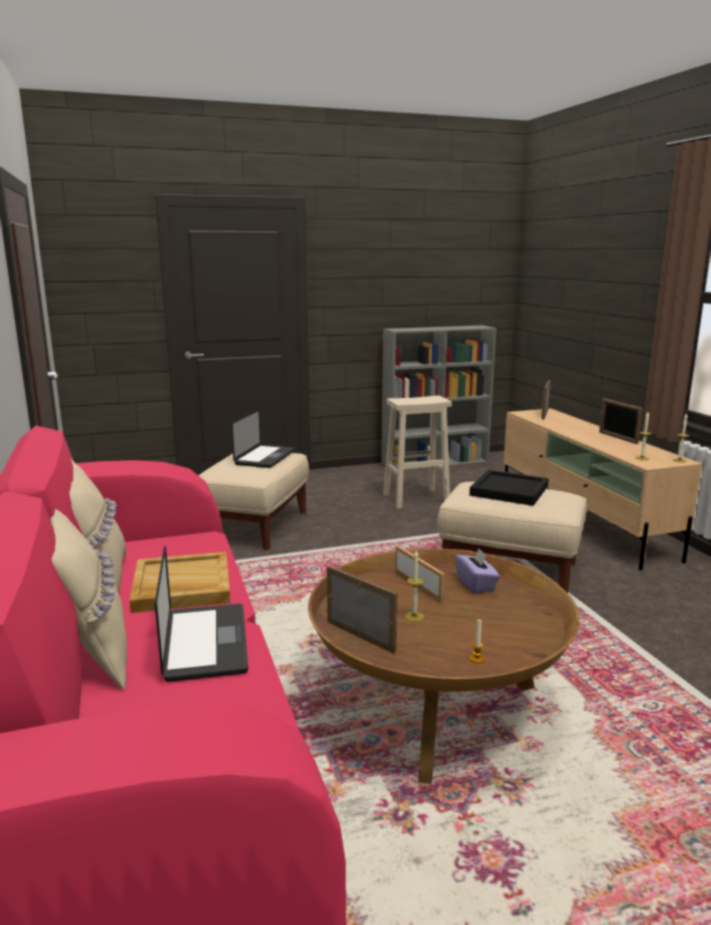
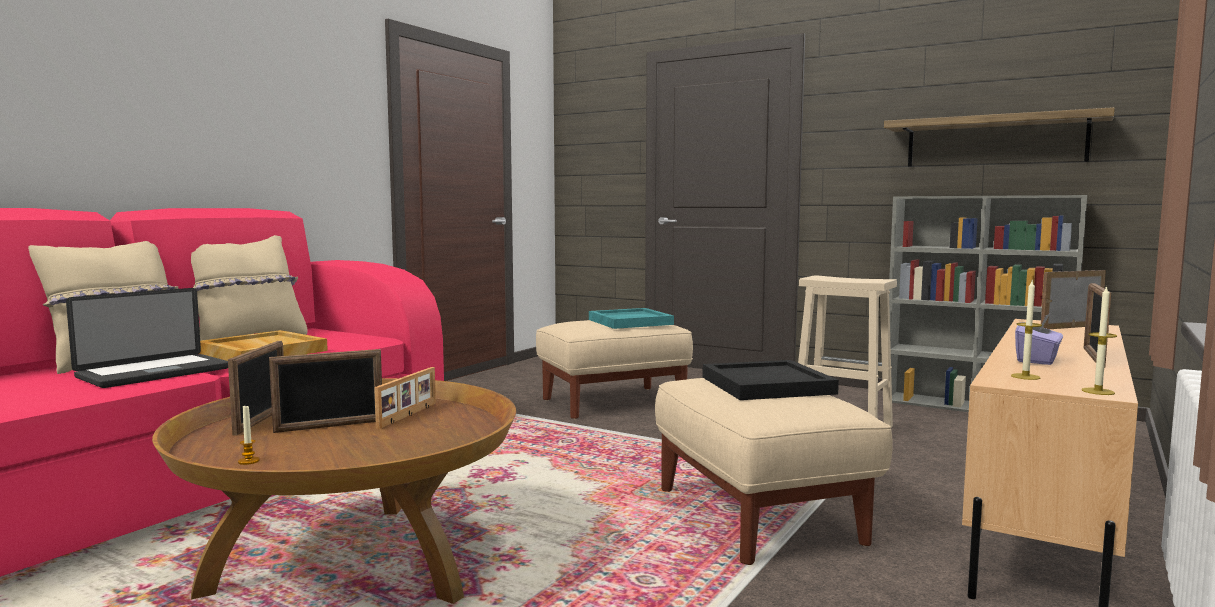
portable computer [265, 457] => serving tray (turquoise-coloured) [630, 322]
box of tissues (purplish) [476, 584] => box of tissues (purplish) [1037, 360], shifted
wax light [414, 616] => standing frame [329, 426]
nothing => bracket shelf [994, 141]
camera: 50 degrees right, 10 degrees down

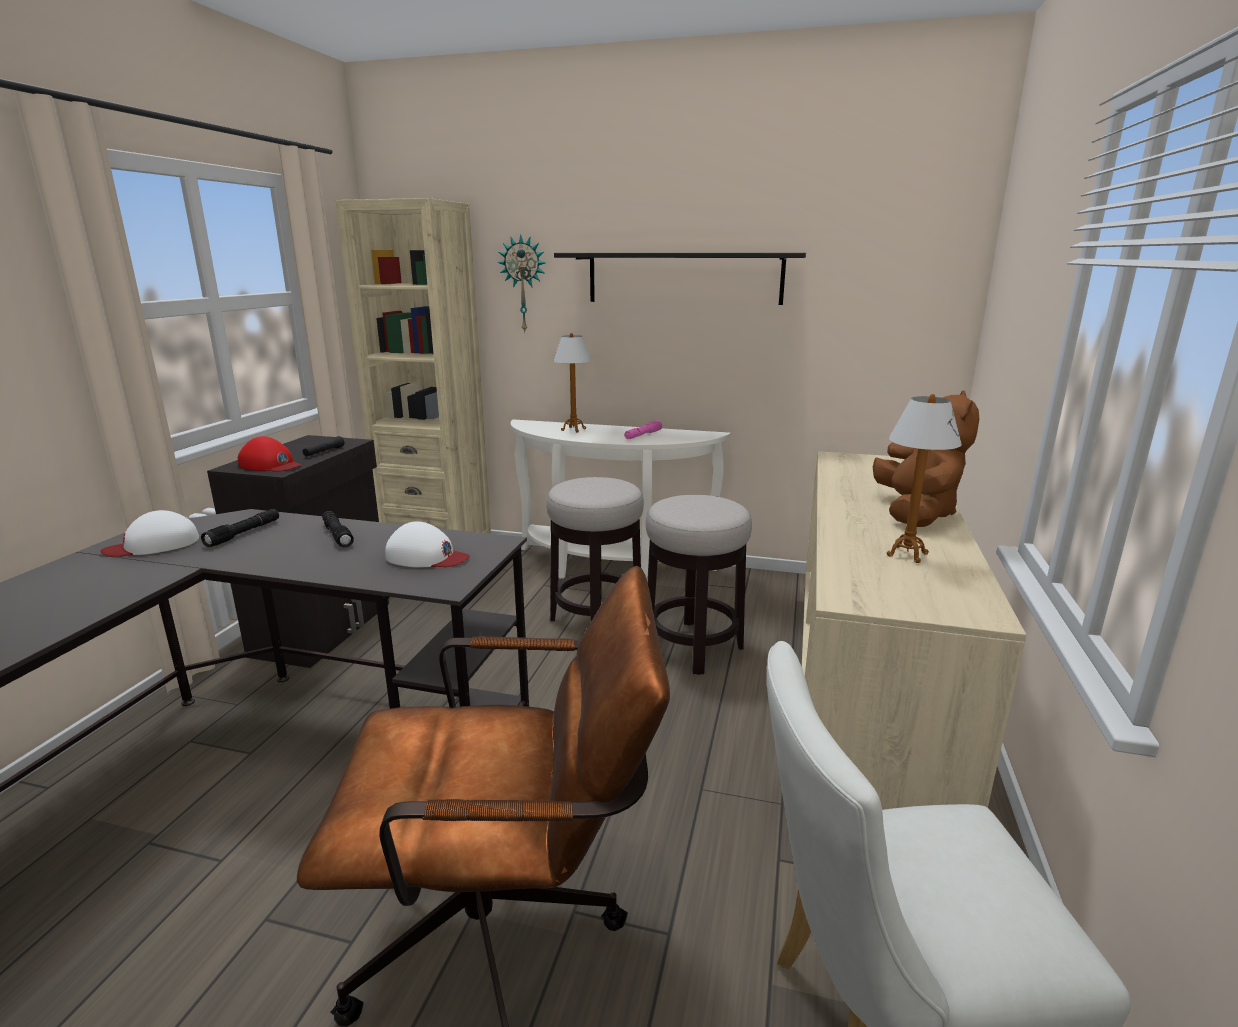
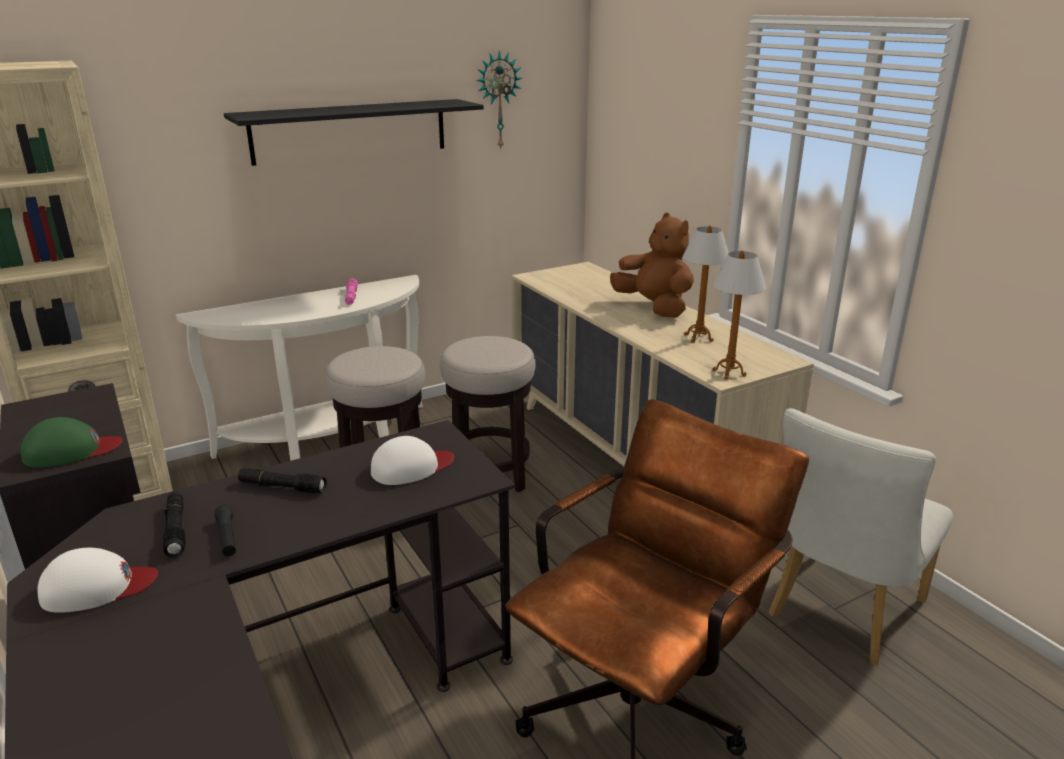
wall clock [524, 284] => wall clock [498, 101], shifted
table lamp [573, 430] => table lamp [729, 373], shifted
peaked cap (reddish) [270, 465] => peaked cap (greenish) [71, 451]
torch (black) [324, 452] => torch (black) [227, 538], shifted
peaked cap (whitish) [154, 545] => peaked cap (whitish) [97, 587], 120 degrees counterclockwise
camera: 45 degrees left, 5 degrees up

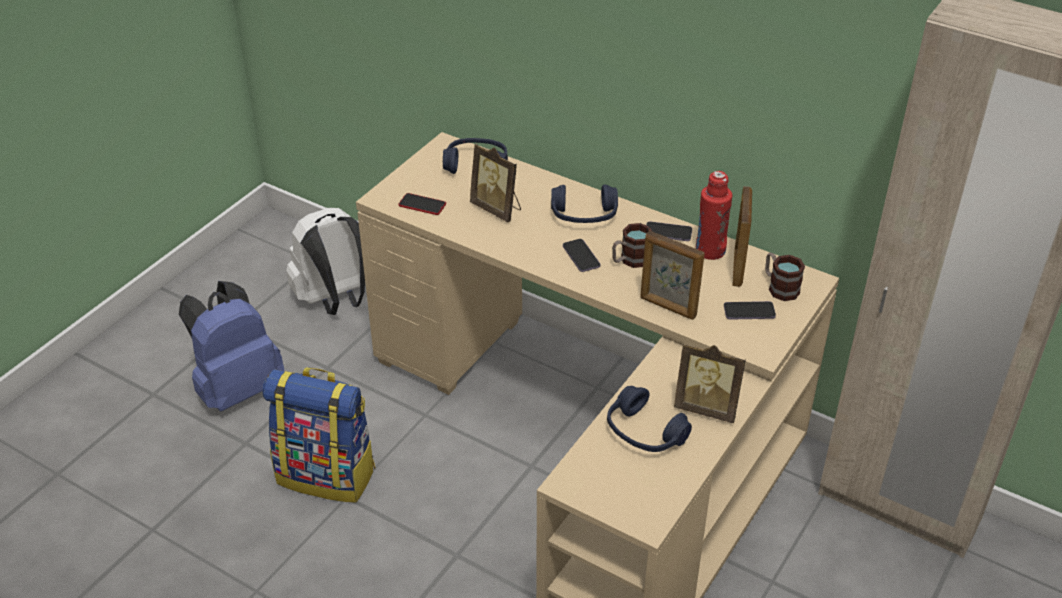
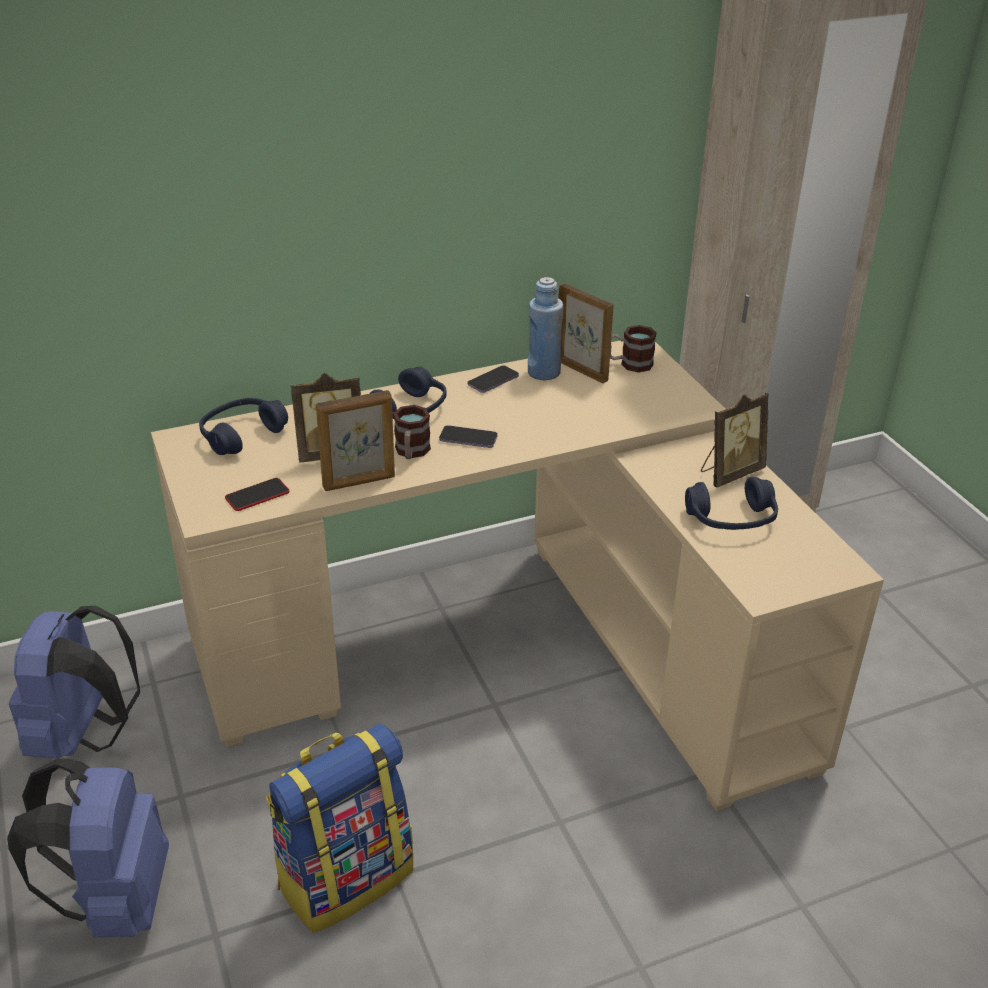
drink bottle (reddish) [710, 251] => drink bottle (bluish) [543, 372]
rucksack (whitish) [335, 300] => rucksack (bluish) [83, 735]
tea mug [630, 260] => tea mug [411, 452], shifted
standing frame [667, 307] => standing frame [359, 482], shifted
telephone [749, 312] => nothing
camera: 55 degrees left, 5 degrees down

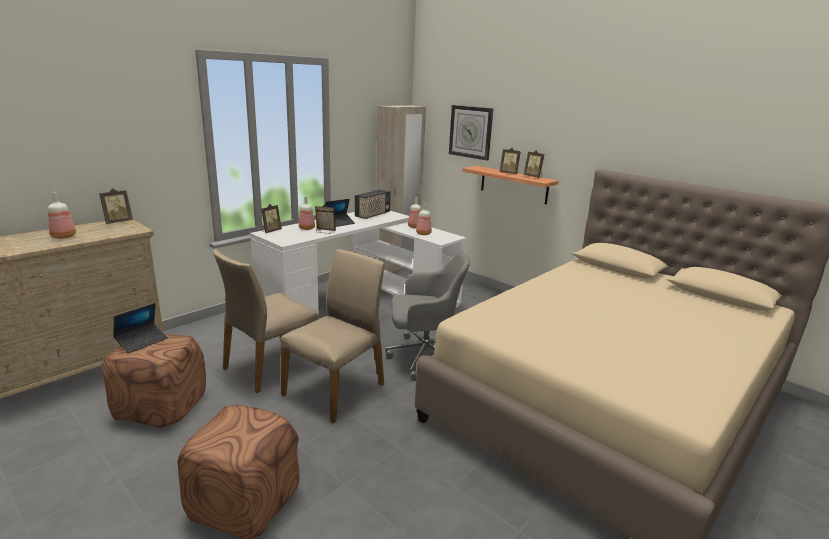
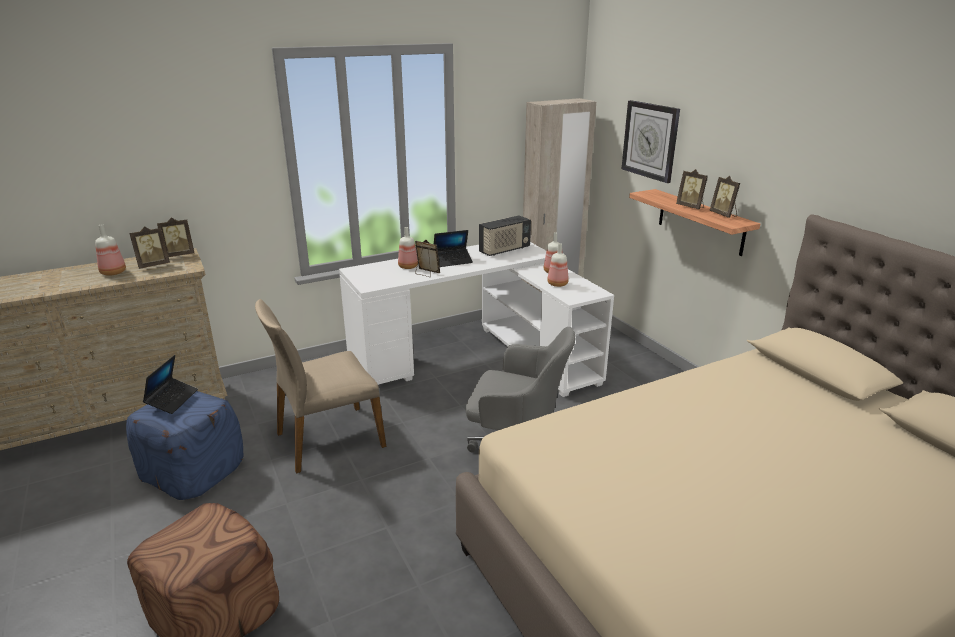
standing frame [270, 231] => standing frame [153, 265], shifted
chair (beige-coloured) [336, 389] => nothing
portable computer [142, 341] => portable computer [172, 400], 45 degrees counterclockwise
footrest (brown) [161, 406] => footrest (bluish) [193, 472]
camera: 20 degrees right, 5 degrees up

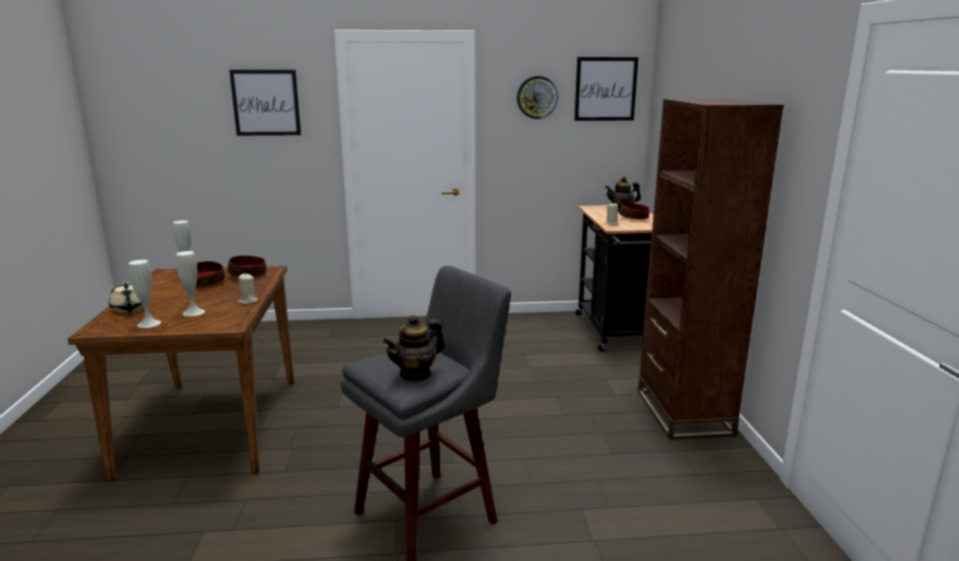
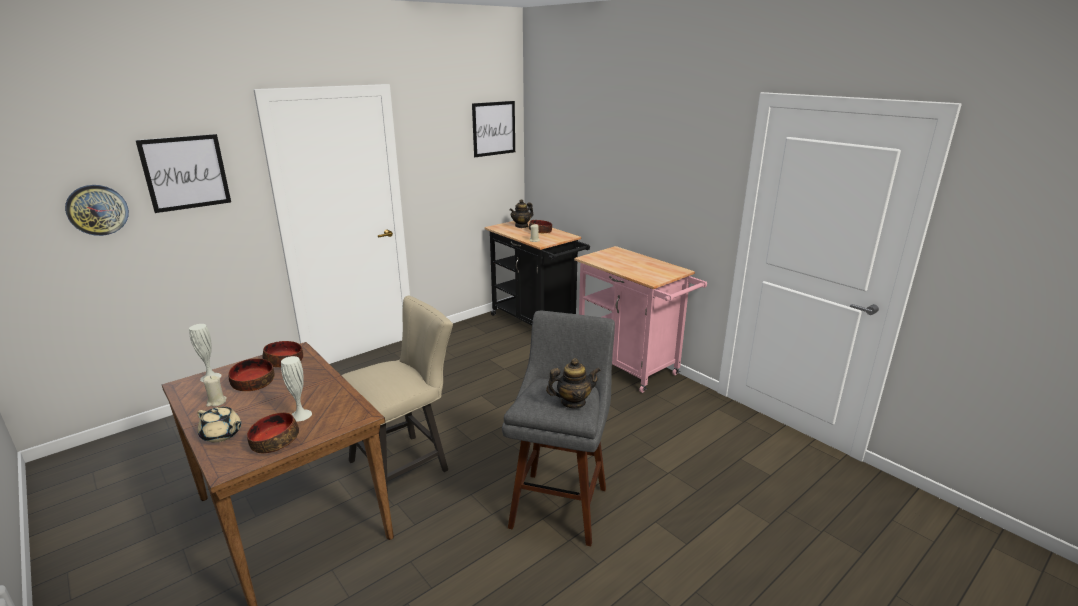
wall clock [537, 97] => wall clock [97, 210], shifted
shelving unit (brown) [683, 412] => cart (pinkish) [631, 368]
flower vase (whitish) [149, 323] => deep dish [275, 441]
wax light (beige-coloured) [248, 301] => wax light (beige-coloured) [216, 402], shifted
teapot [416, 374] => teapot [573, 402], 120 degrees counterclockwise
nothing => chair (beige-coloured) [405, 464]
camera: 35 degrees left, 5 degrees up

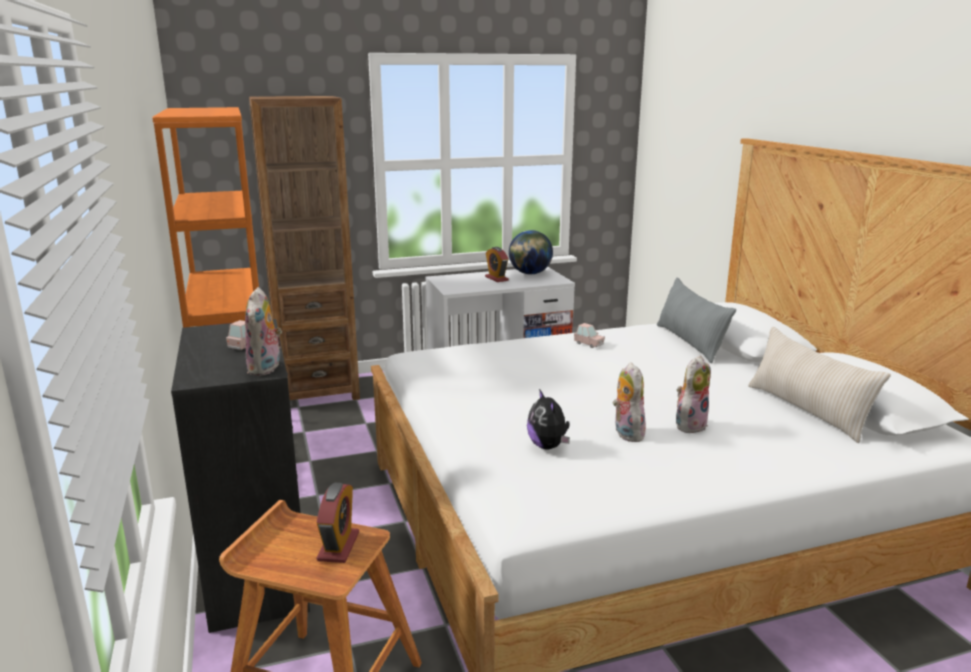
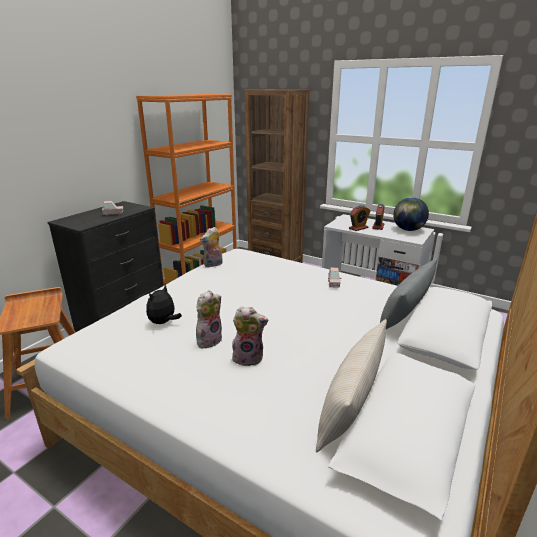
cuddly toy [266, 369] => cuddly toy [213, 265], shifted
bedside clock [338, 546] => bedside clock [358, 228], shifted
camera: 50 degrees right, 5 degrees up

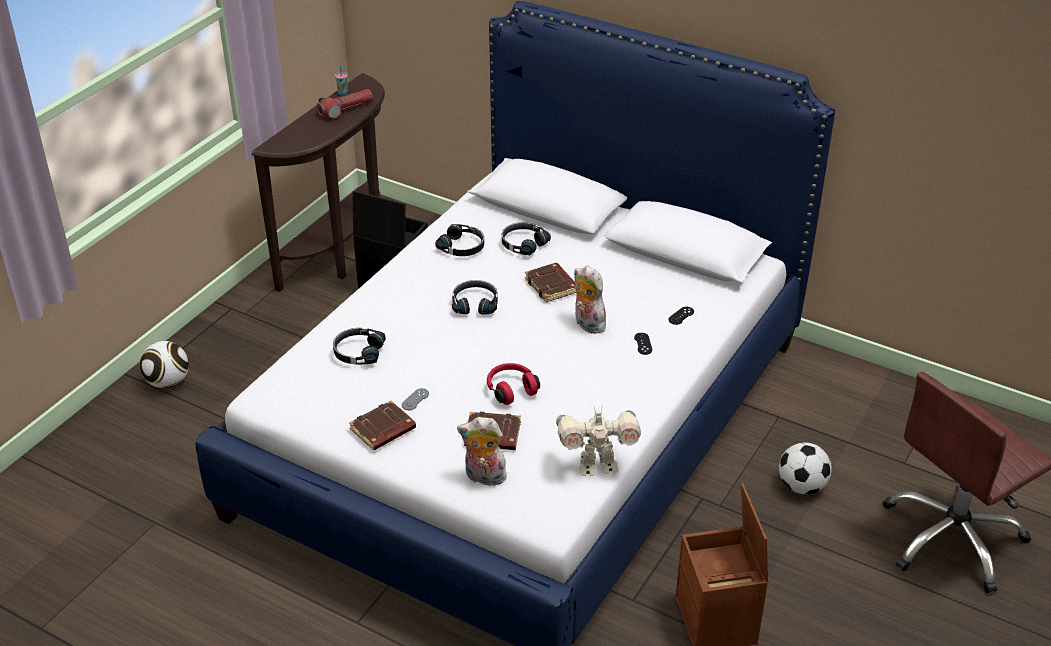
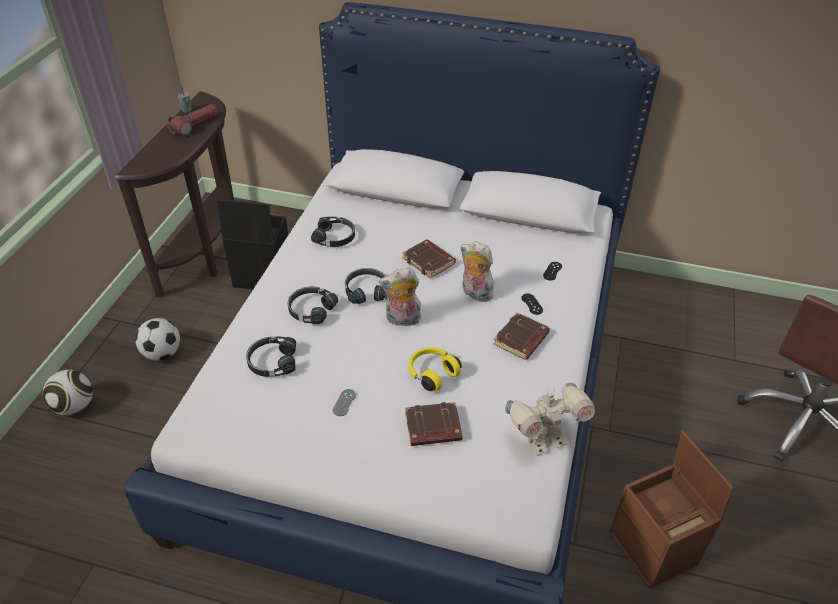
headset (black) [523, 244] => headset (black) [311, 309], shifted
headset (reddish) [511, 389] => headset (yellow-coloured) [432, 373]
bound book (brown) [383, 430] => bound book (brown) [521, 340], shifted
cuddly toy [483, 478] => cuddly toy [402, 320], shifted
football ball [802, 486] => football ball [162, 353], shifted
camera: 15 degrees left, 5 degrees up

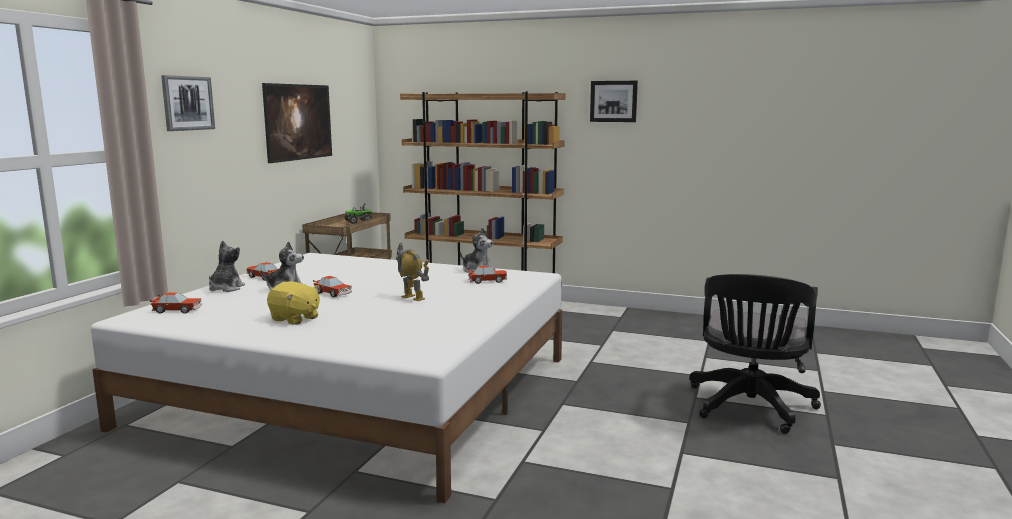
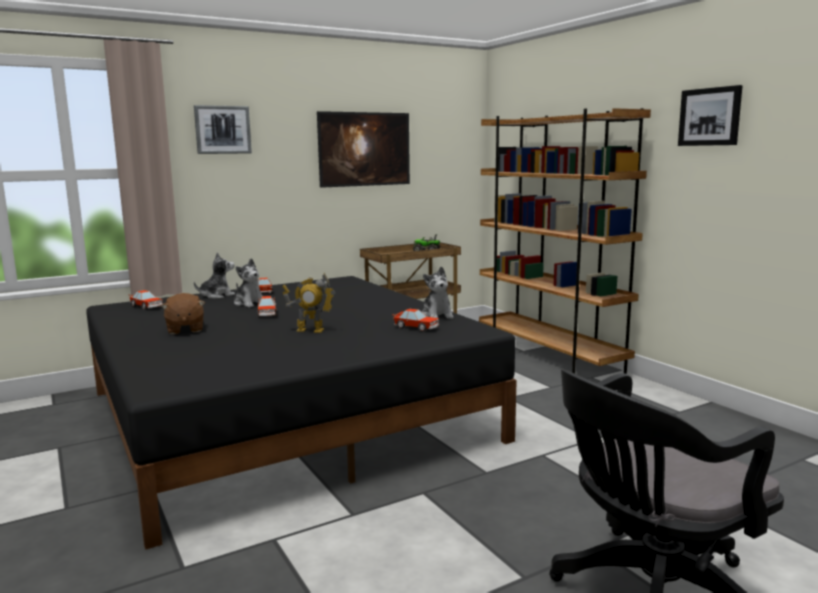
robot figure [413, 298] => robot figure [310, 330], 105 degrees clockwise
bed (whitish) [360, 390] => bed (black) [286, 415]
cuddly toy (yellow-coloured) [295, 319] => cuddly toy (brown) [185, 329]
camera: 40 degrees right, 0 degrees up

